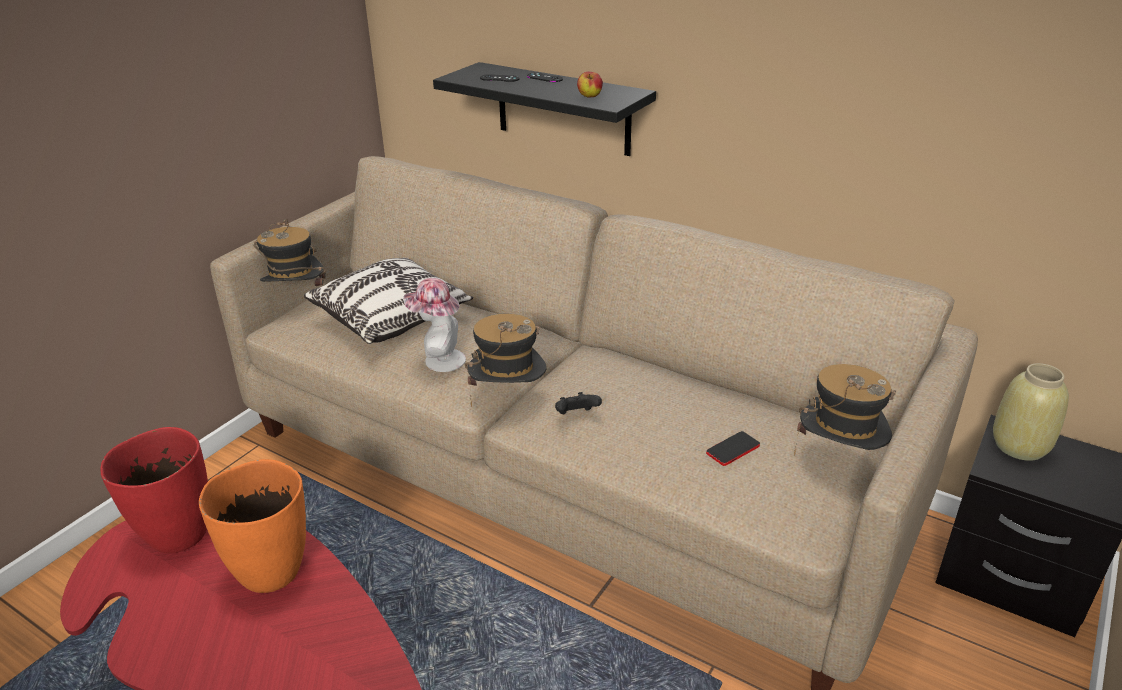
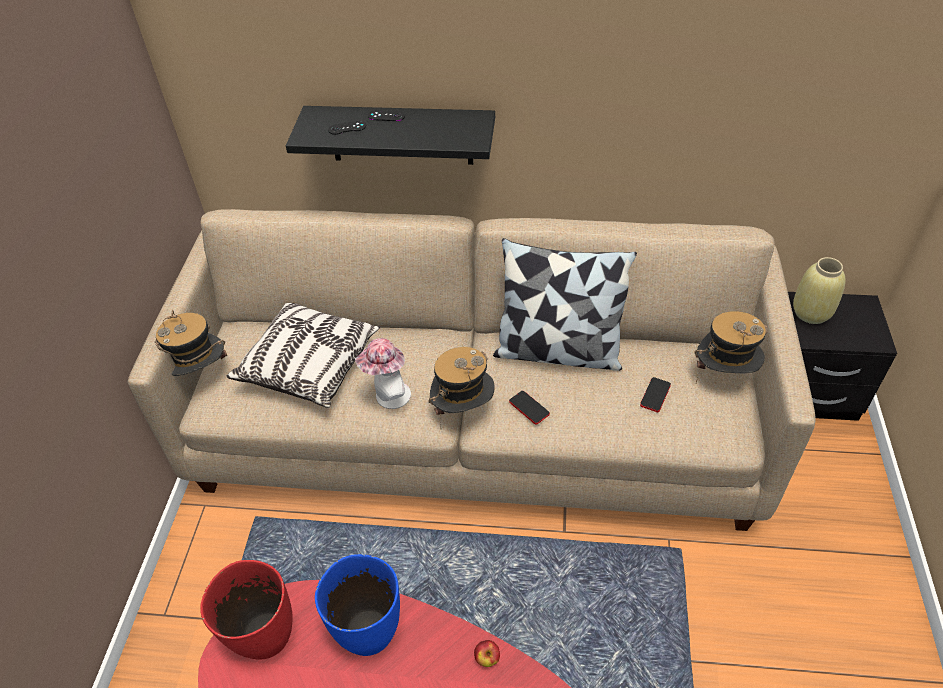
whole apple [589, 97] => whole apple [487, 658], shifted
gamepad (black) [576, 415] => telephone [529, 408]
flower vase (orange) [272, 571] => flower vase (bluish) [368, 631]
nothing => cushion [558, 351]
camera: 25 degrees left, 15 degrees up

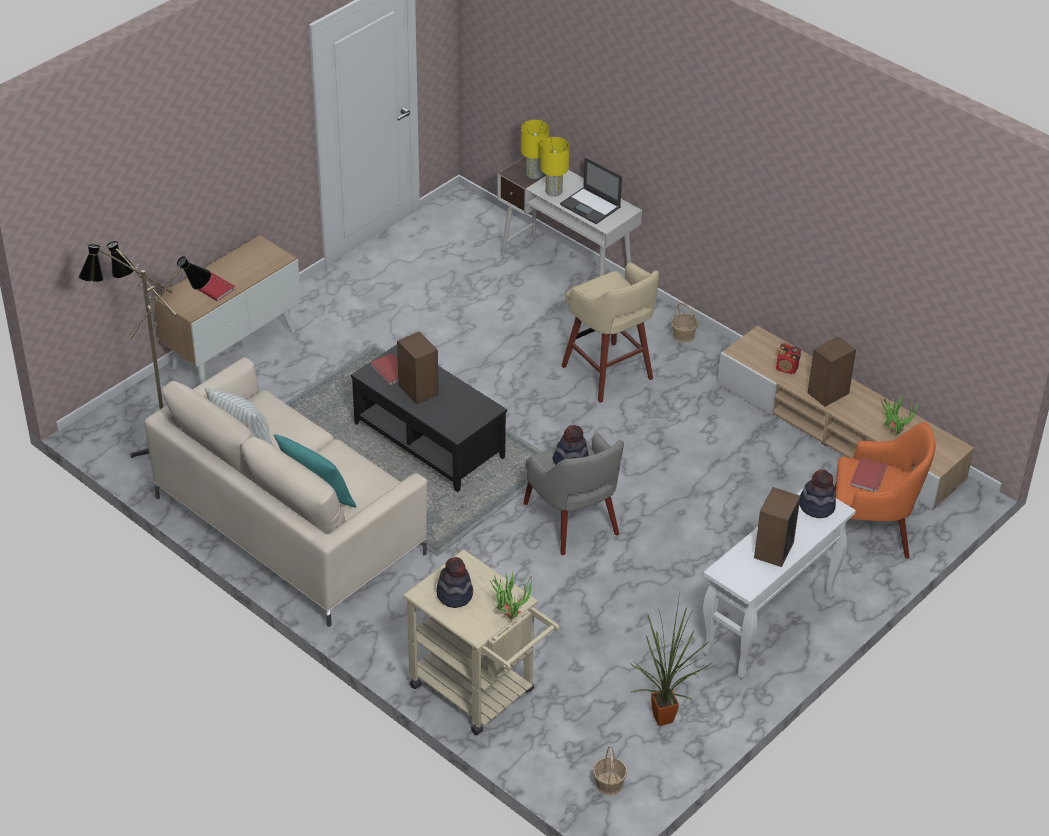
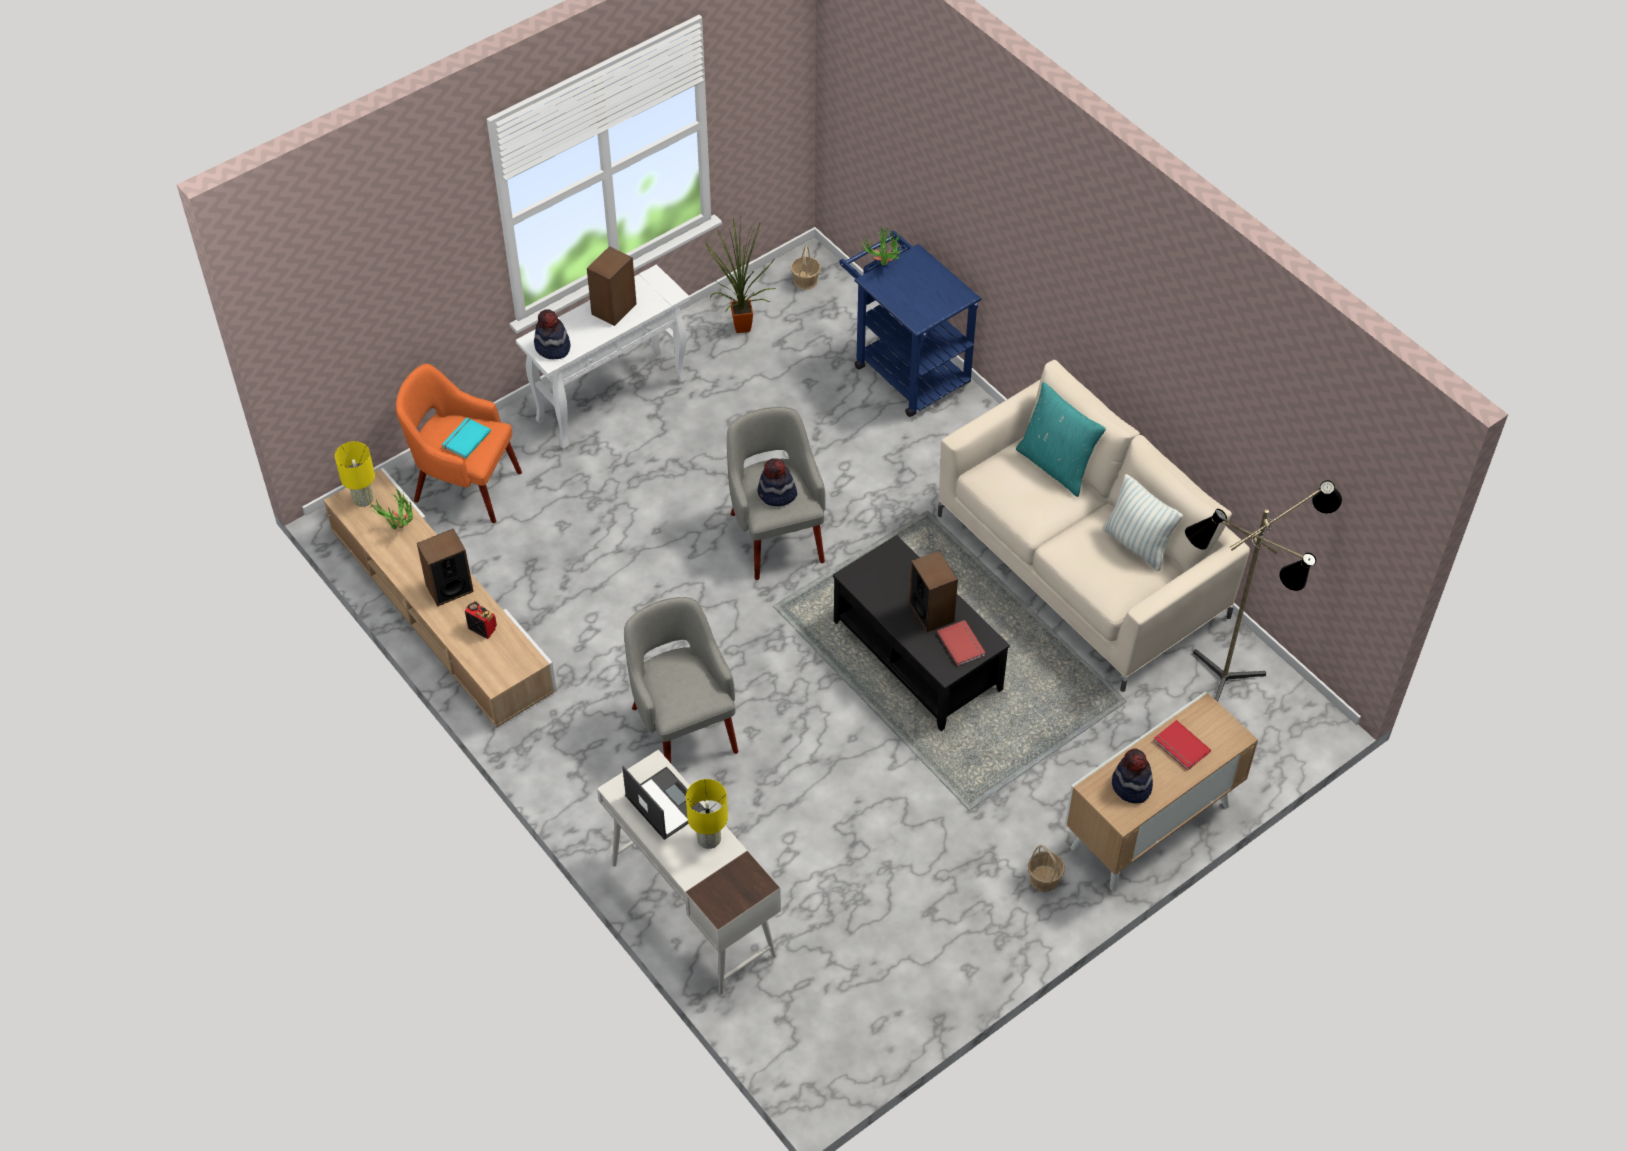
table lamp (yellow-coloured) [534, 174] => table lamp (yellow-coloured) [363, 499], shifted
stool seat (beige-coloured) [608, 374] => easy chair (grey) [683, 726]
household basket [683, 336] => household basket [1044, 878], shifted
bound book (reddish) [870, 477] => bound book (turquoise-coloured) [465, 439]
cart (beige-coloured) [480, 693] => cart (bluish) [905, 368]
clothing hat [455, 594] => clothing hat [1131, 786], shifted
camera: 170 degrees left, 10 degrees up

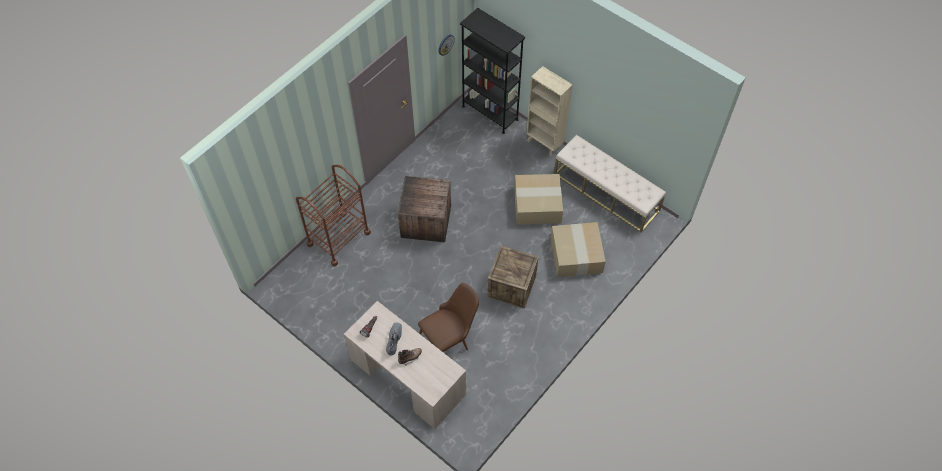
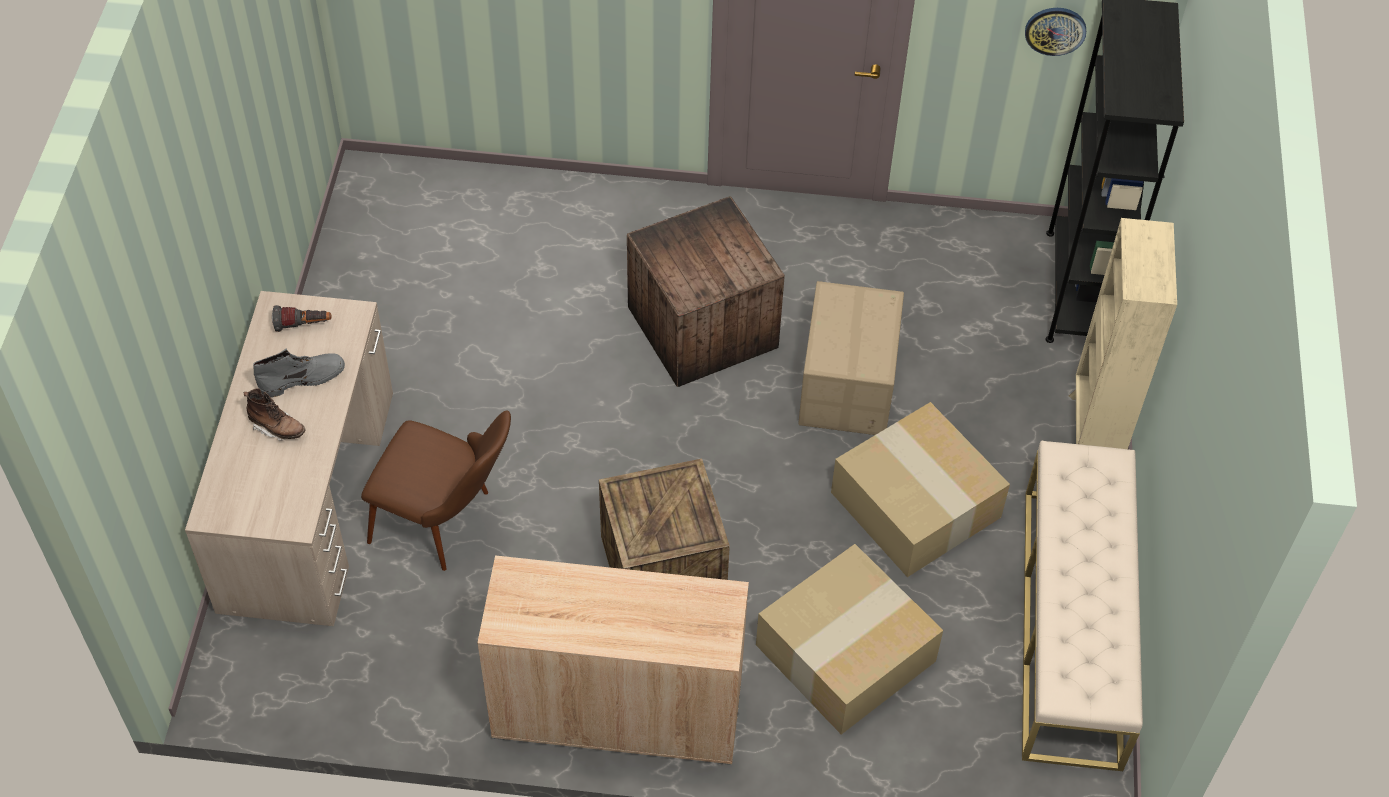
cart (brown) [338, 238] => nothing
nothing => carton [848, 385]
nothing => storage cabinet (beige-coloured) [617, 709]
camera: 55 degrees right, 5 degrees down

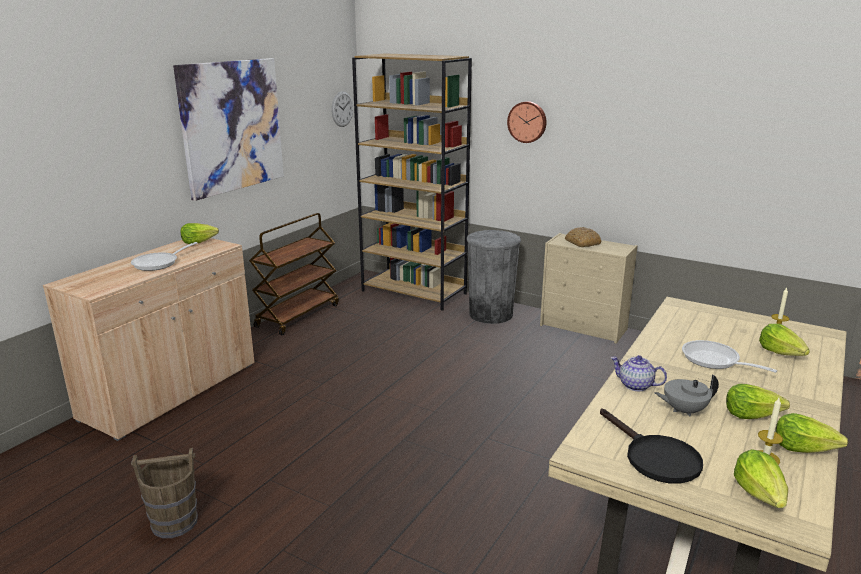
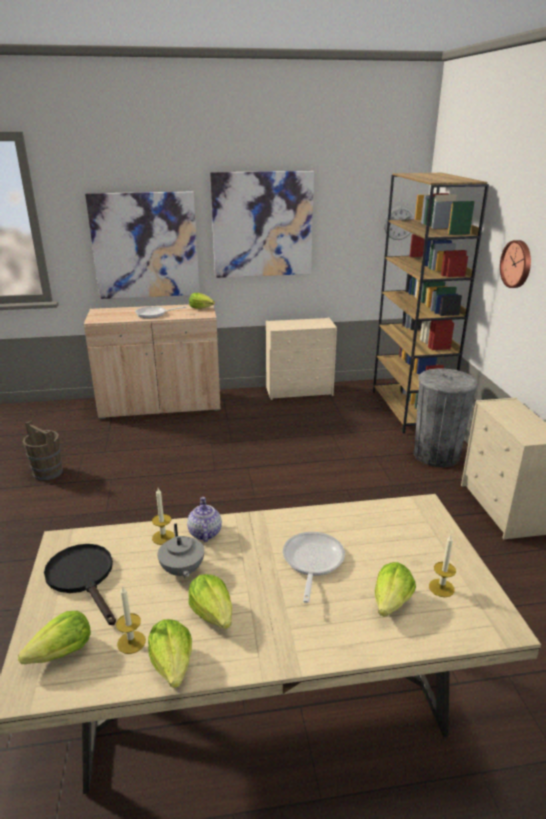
cart (brown) [298, 315] => chest of drawers (beige-coloured) [300, 391]
baked bread [582, 243] => nothing
teapot (grey) [683, 410] => teapot (grey) [182, 571], 150 degrees counterclockwise
skillet (black) [654, 457] => skillet (black) [84, 578], 120 degrees clockwise
nothing => picture [145, 246]
nothing => wax light [163, 537]
camera: 50 degrees right, 5 degrees up

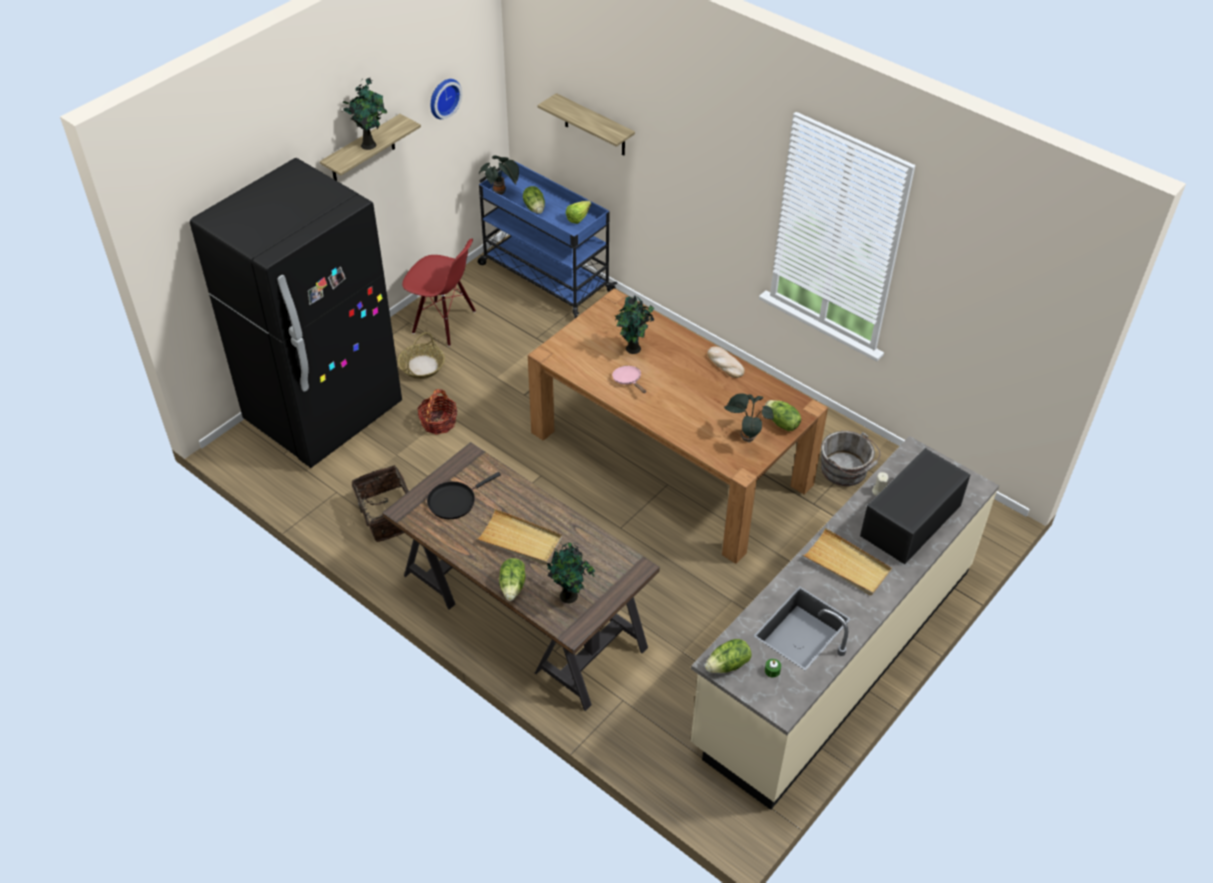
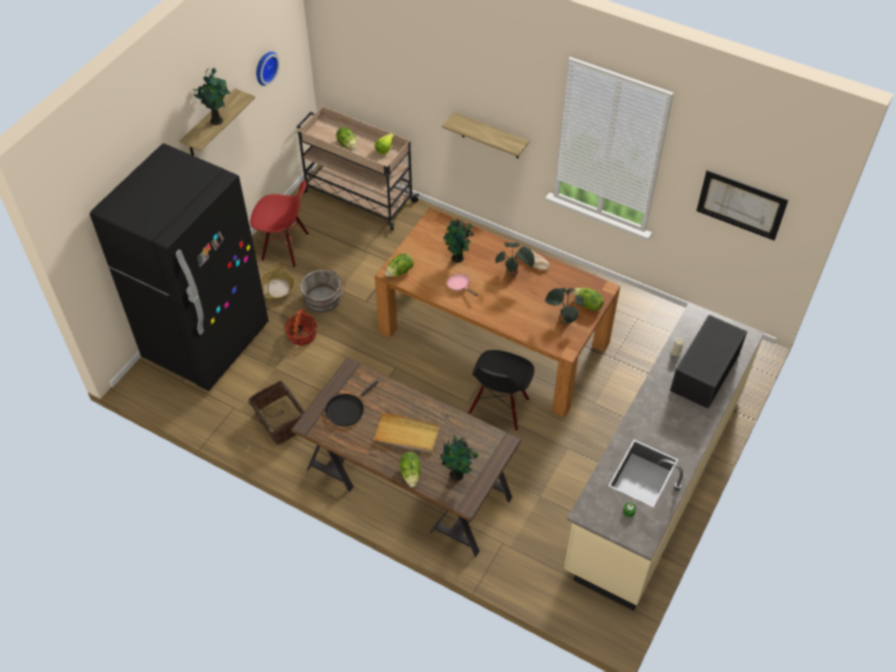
bracket shelf [595, 126] => bracket shelf [490, 136], shifted
houseplant [500, 192] => houseplant [513, 274], shifted
cart (bluish) [544, 277] => cart (beige-coloured) [357, 196]
bucket (grey) [846, 471] => bucket (grey) [324, 300], shifted
serving tray (beige-coloured) [847, 565] => nothing
lettuce [728, 665] => lettuce [400, 272], shifted
nothing => picture [741, 205]
nothing => chair (black) [499, 407]
camera: 10 degrees left, 5 degrees up

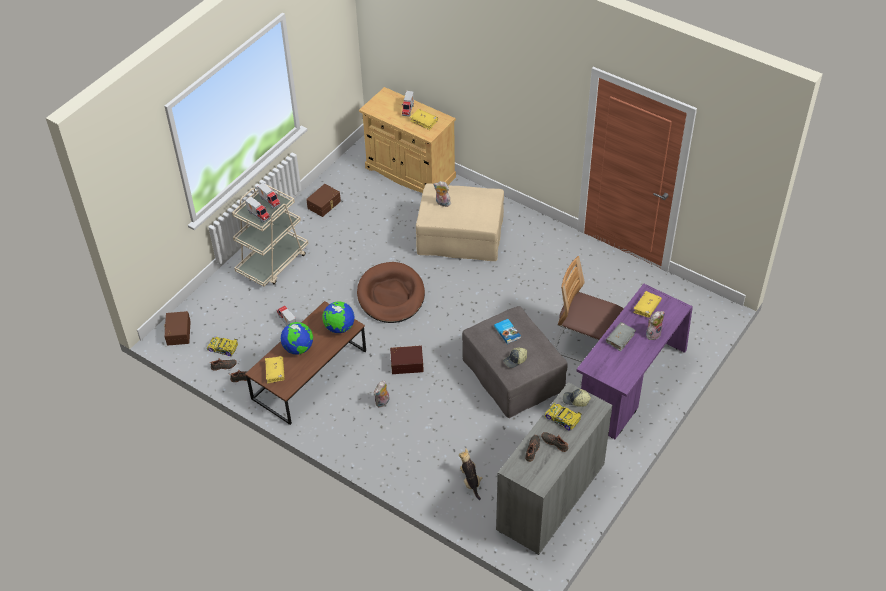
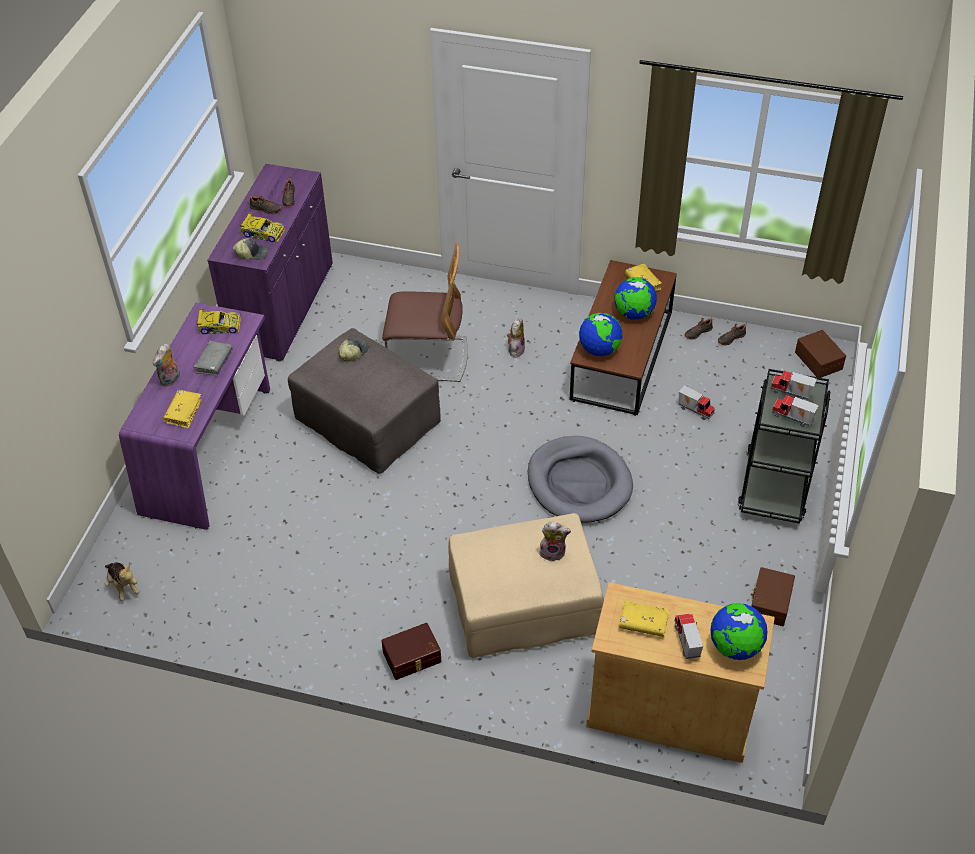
cart (beige-coloured) [273, 262] => cart (black) [774, 484]
chair [585, 344] => chair [428, 358], shifted
dog bed (brown) [391, 295] => dog bed (grey) [579, 483]
bound book [507, 332] => nothing
toy car [223, 348] => toy car [219, 326], shifted
storage container (brown) [407, 363] => storage container (brown) [412, 658], shifted
storage cabinet (grey) [550, 497] => storage cabinet (purplish) [282, 307]
cuddly toy [470, 481] => cuddly toy [123, 586], shifted
nothing => world globe [735, 647]
camera: 160 degrees right, 0 degrees up

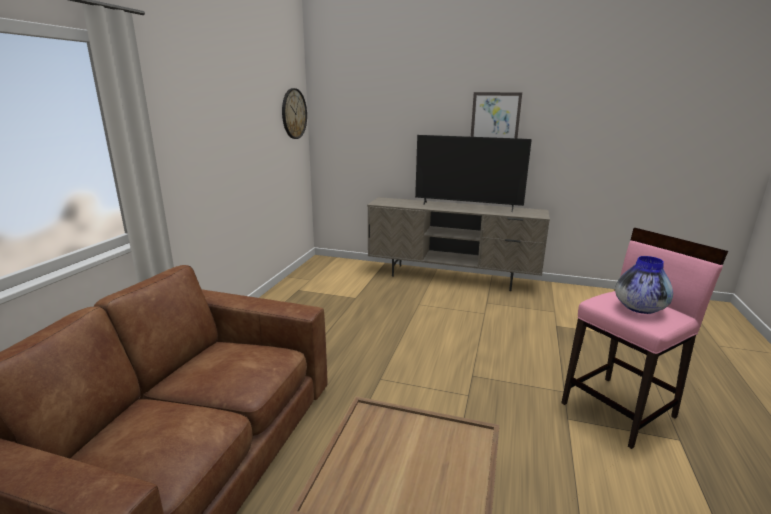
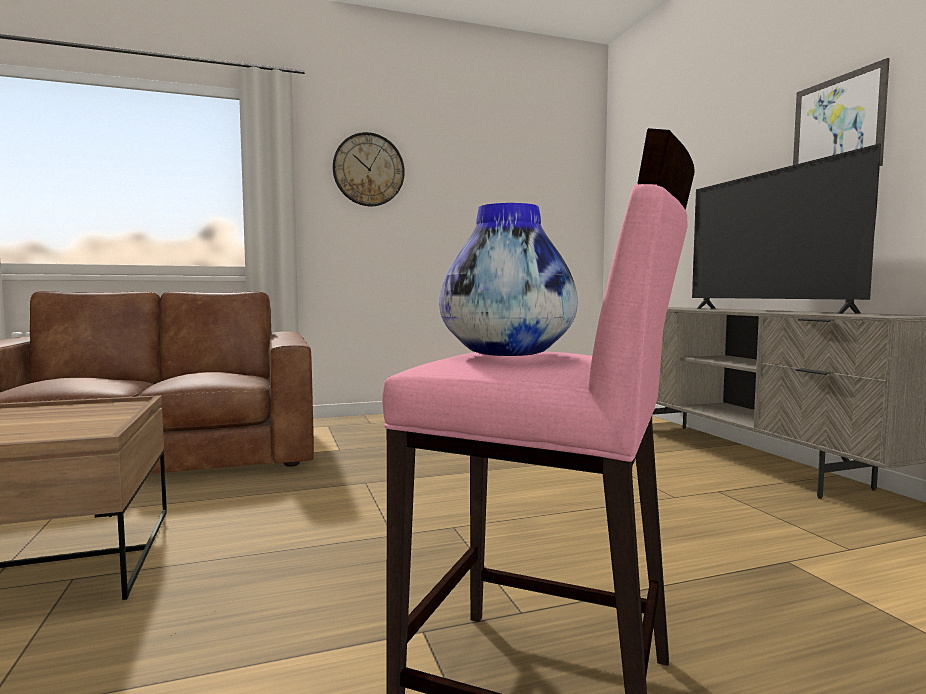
wall clock [293, 114] => wall clock [368, 170], shifted
camera: 55 degrees right, 15 degrees down

